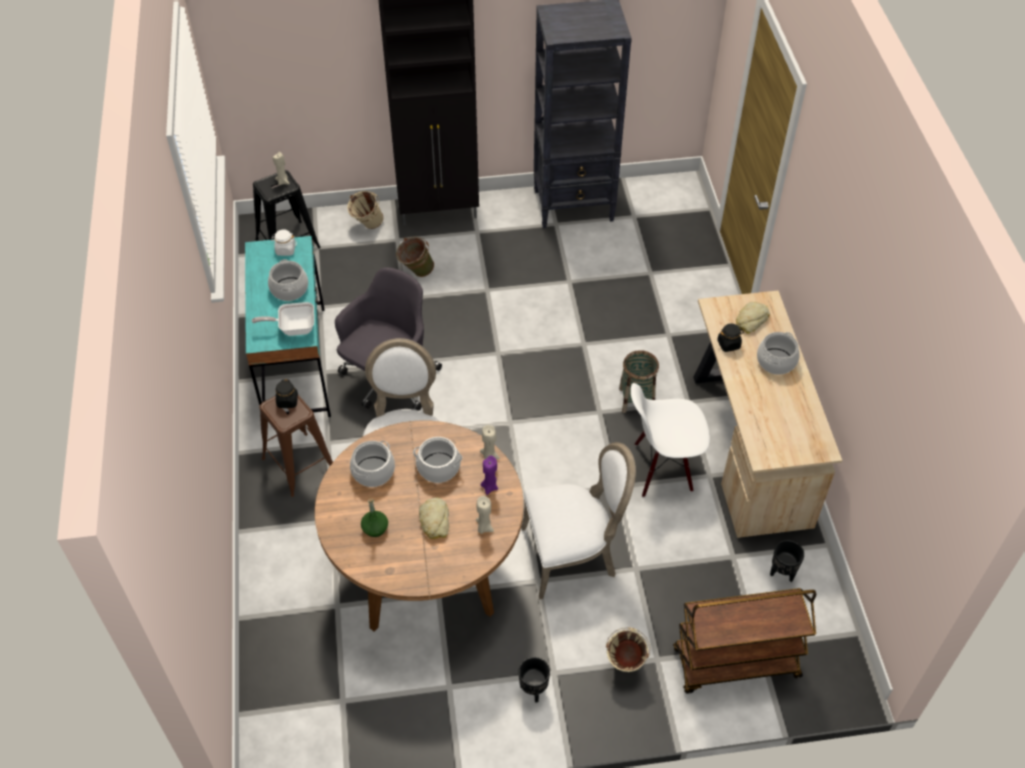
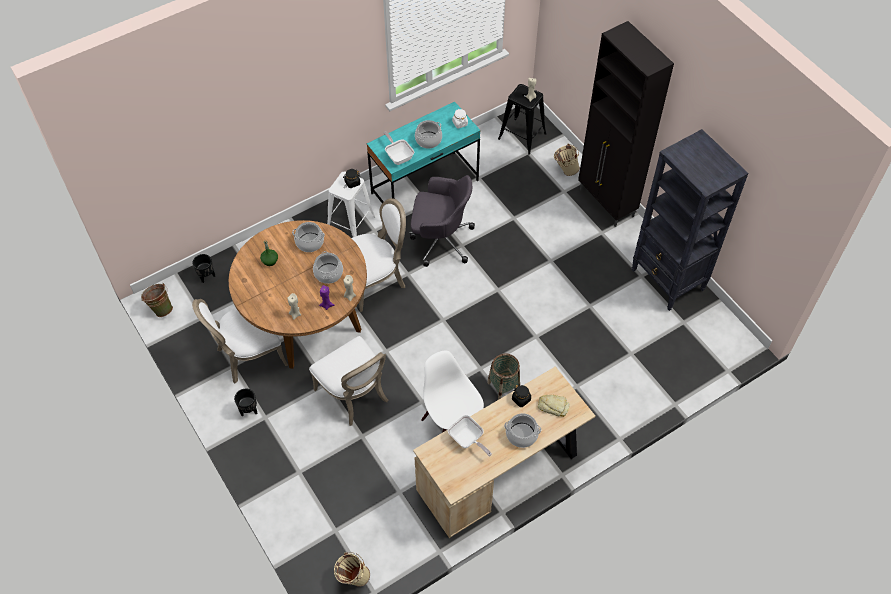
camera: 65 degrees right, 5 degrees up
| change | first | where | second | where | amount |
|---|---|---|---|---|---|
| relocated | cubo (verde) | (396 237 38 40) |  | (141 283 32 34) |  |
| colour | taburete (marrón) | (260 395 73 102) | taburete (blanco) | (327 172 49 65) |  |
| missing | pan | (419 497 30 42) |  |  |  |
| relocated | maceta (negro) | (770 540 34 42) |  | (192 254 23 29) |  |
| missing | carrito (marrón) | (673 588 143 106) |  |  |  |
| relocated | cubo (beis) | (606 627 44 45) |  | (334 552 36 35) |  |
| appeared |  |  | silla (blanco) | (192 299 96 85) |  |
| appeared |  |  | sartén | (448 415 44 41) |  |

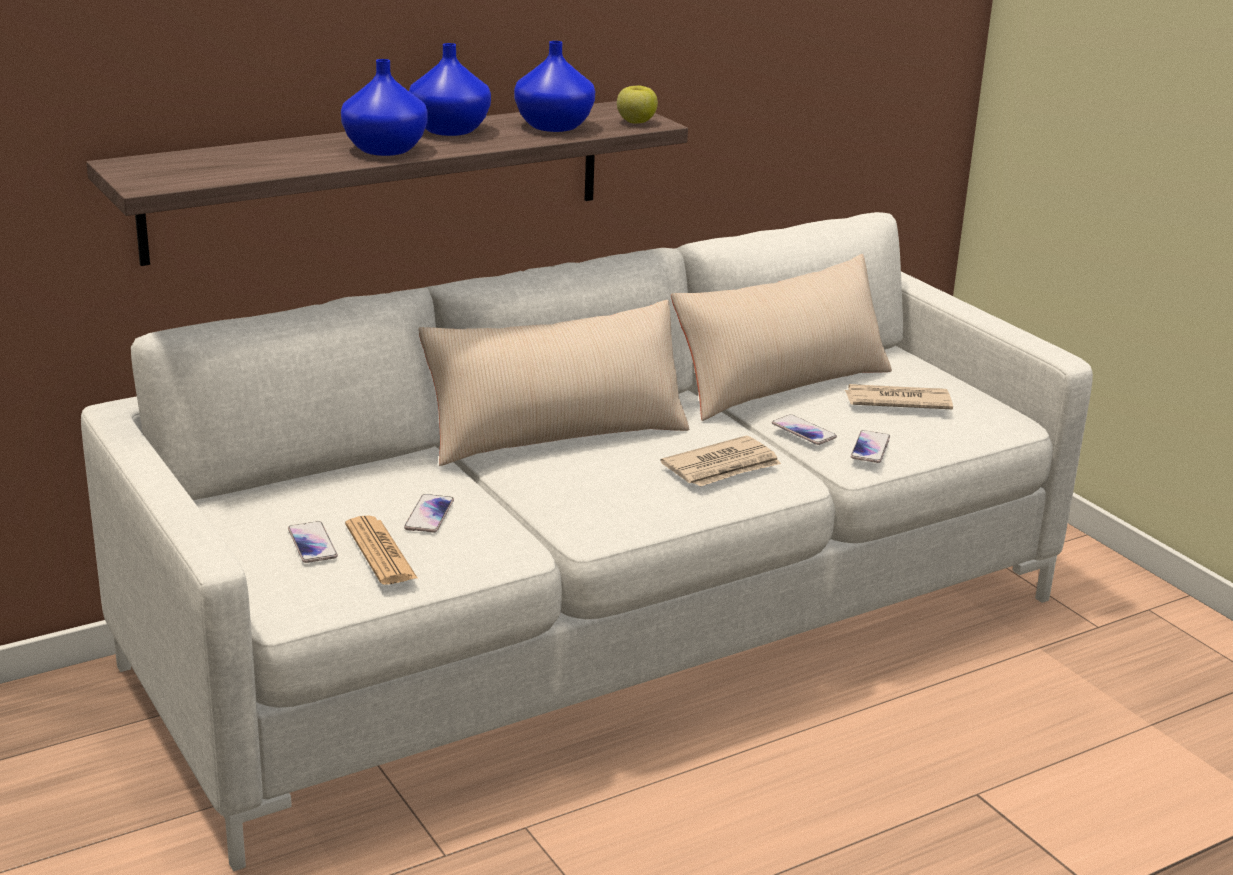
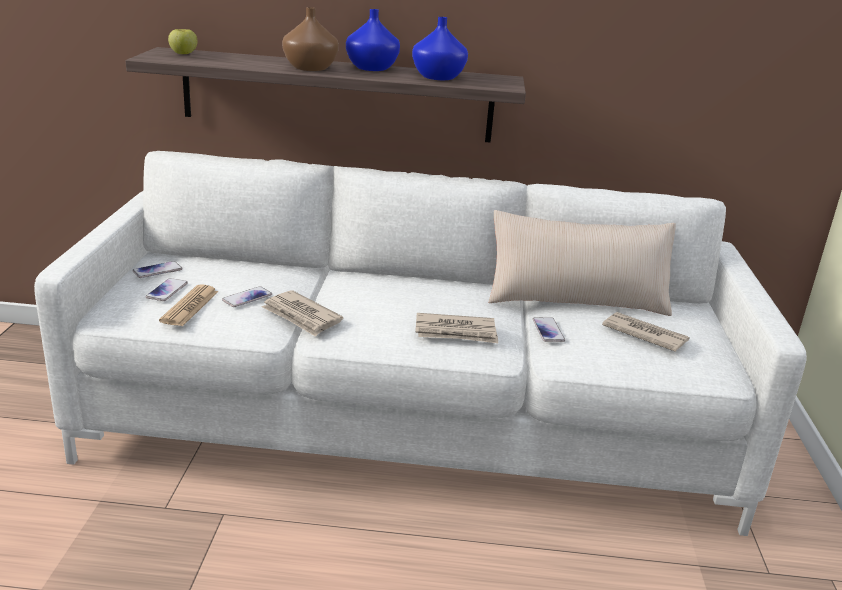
camera: 35 degrees right, 0 degrees up
| change | first | where | second | where | amount |
|---|---|---|---|---|---|
| colour | florero (azul) | (341 59 87 97) | florero (marrón) | (282 7 57 64) |  |
| relocated | manzana | (617 85 41 38) |  | (168 29 30 25) |  |
| missing | cojín (beis) | (418 300 271 166) |  |  |  |
| relocated | móvil | (851 430 39 33) |  | (132 261 50 17) |  |
| appeared |  |  | periódico | (262 290 81 47) |  |

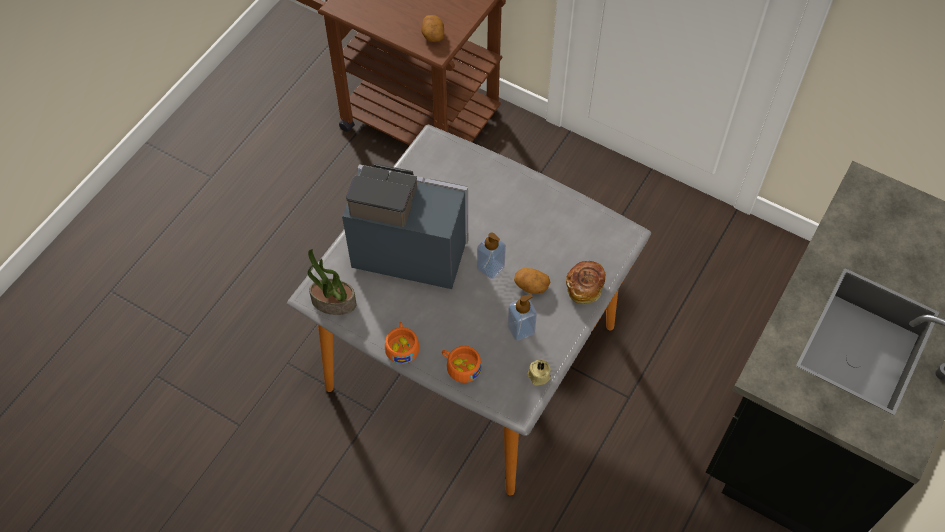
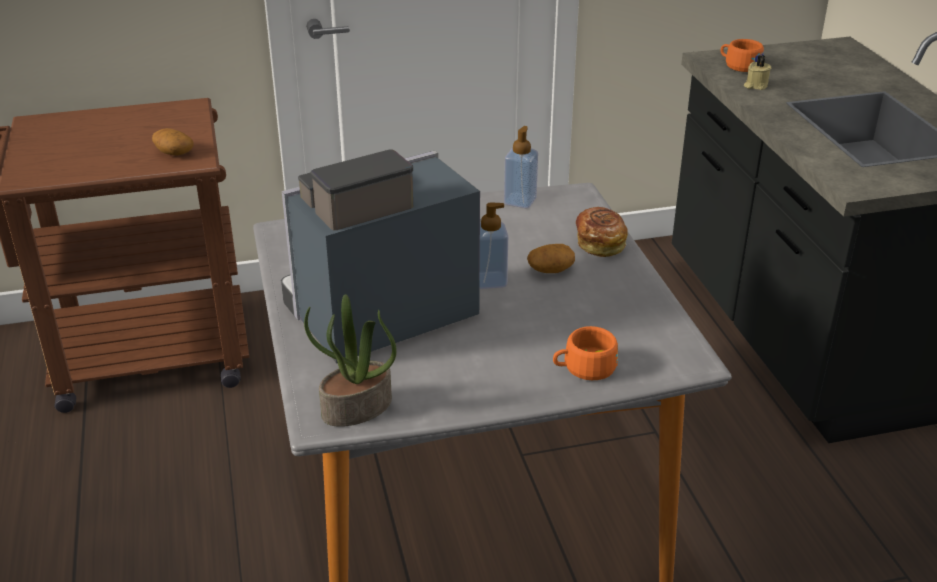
camera: 45 degrees left, 25 degrees down
| change | first | where | second | where | amount |
|---|---|---|---|---|---|
| relocated | dispensador de jabón | (508 294 29 47) |  | (504 126 34 82) |  |
| relocated | taza (naranja) | (385 322 34 42) |  | (721 39 43 33) |  |
| relocated | vela (beis) | (527 360 24 26) |  | (744 55 27 35) |  |

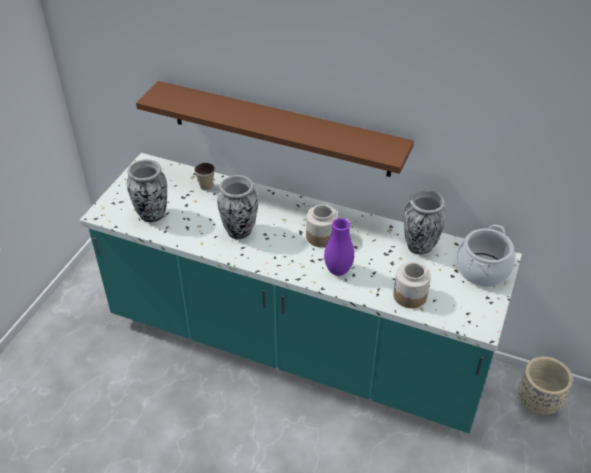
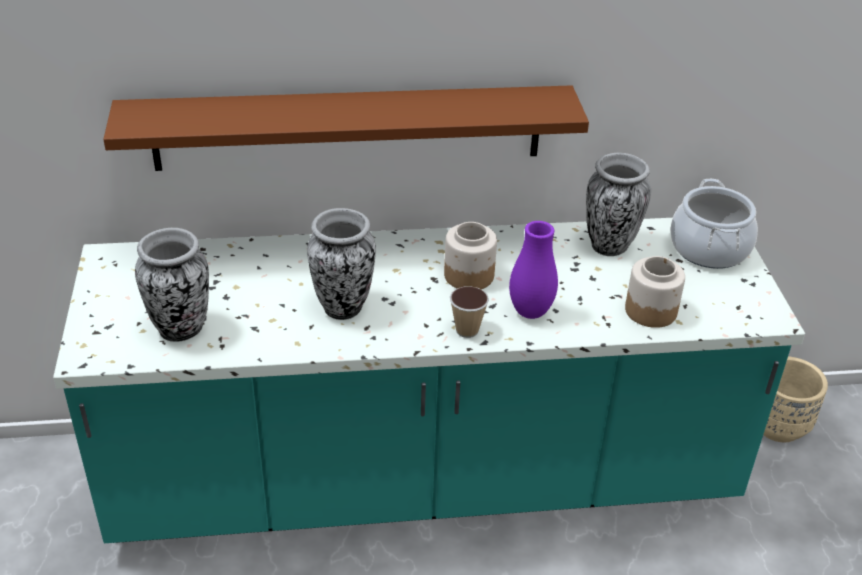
camera: 30 degrees left, 5 degrees down
| change | first | where | second | where | amount |
|---|---|---|---|---|---|
| relocated | taza | (194 163 21 28) |  | (450 286 39 52) |  |

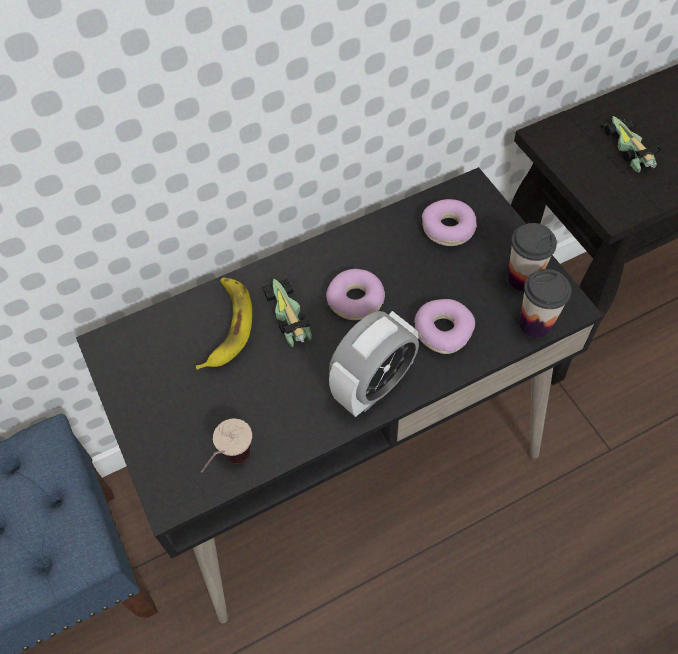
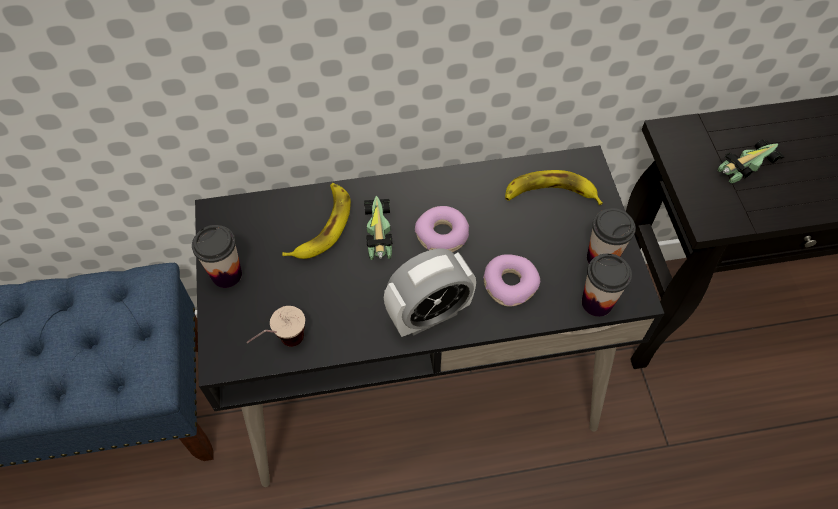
camera: 15 degrees right, 0 degrees up
| change | first | where | second | where | amount |
|---|---|---|---|---|---|
| spun | coche de juguete | (600 116 62 57) |  | (717 139 68 44) | 60 degrees clockwise |
| exchanged | rosquilla | (422 199 55 47) | plátano | (505 170 98 35) |  |
| appeared |  |  | taza | (192 225 50 63) |  |

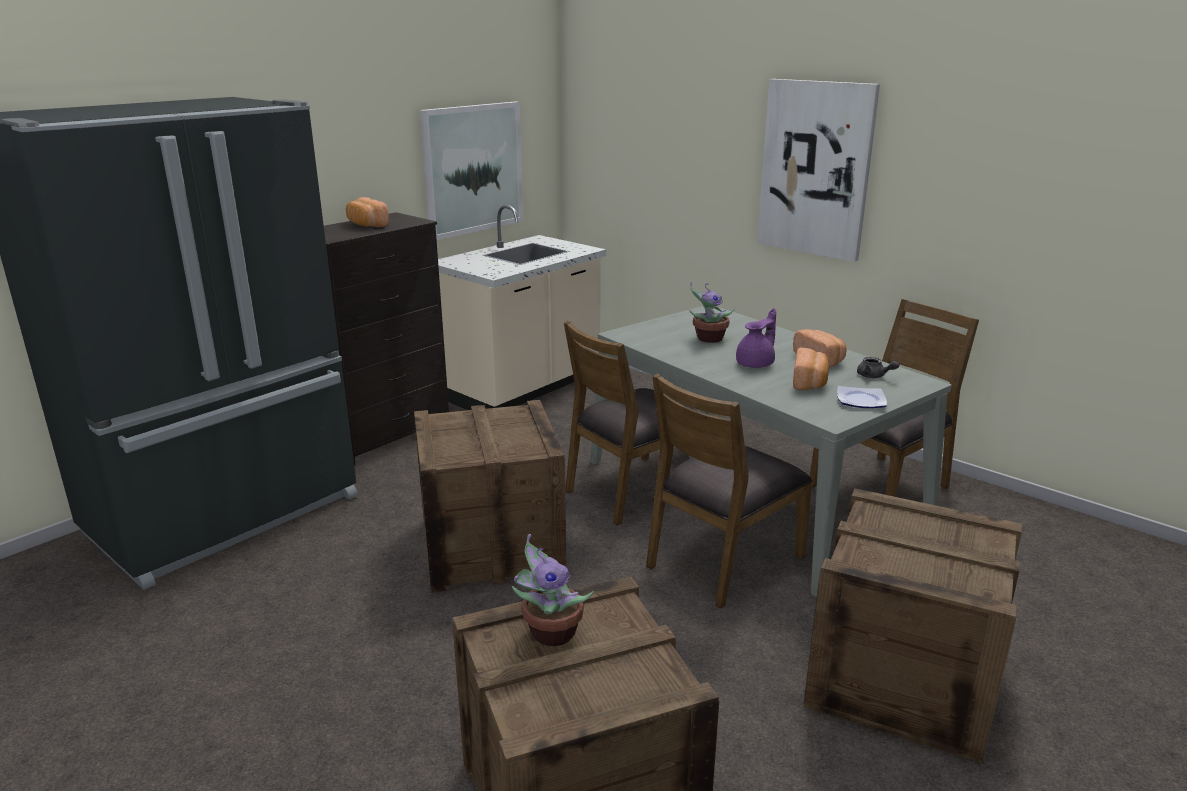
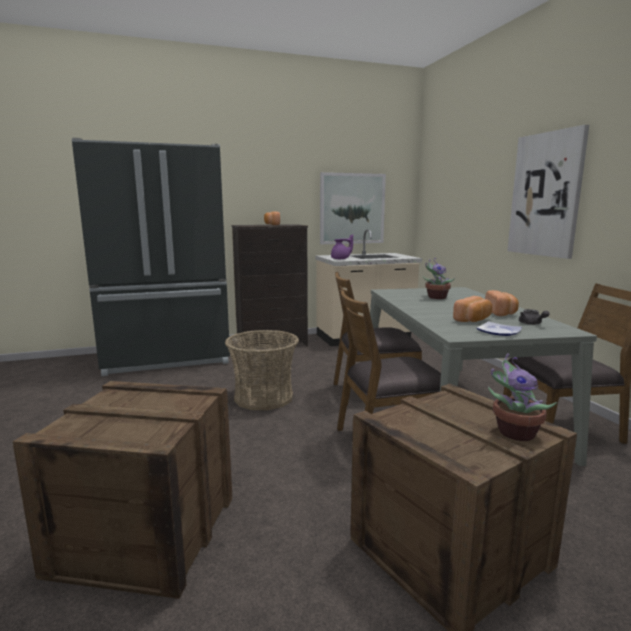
camera: 30 degrees right, 10 degrees down
| change | first | where | second | where | amount |
|---|---|---|---|---|---|
| relocated | tetera (morado) | (736 308 40 60) |  | (331 234 22 25) |  |
| exchanged | caja de embalaje | (414 400 153 193) | cesta | (225 330 74 80) |  |
| relocated | planta en maceta | (512 534 82 112) |  | (488 353 69 88) |  |

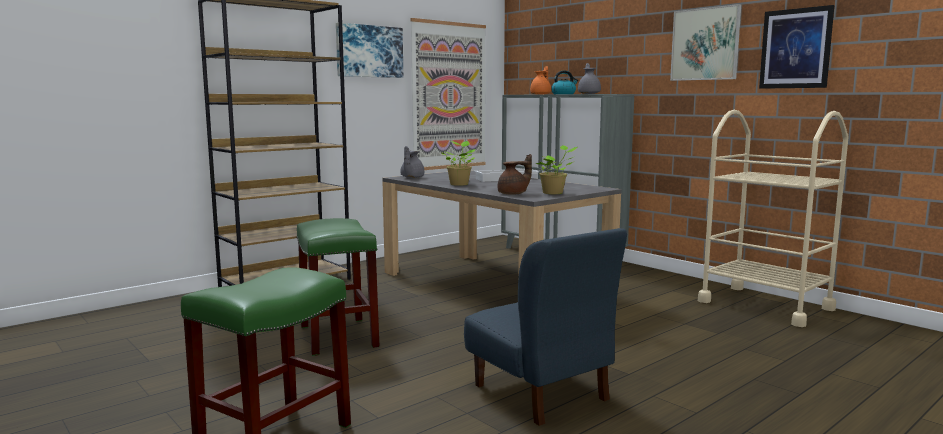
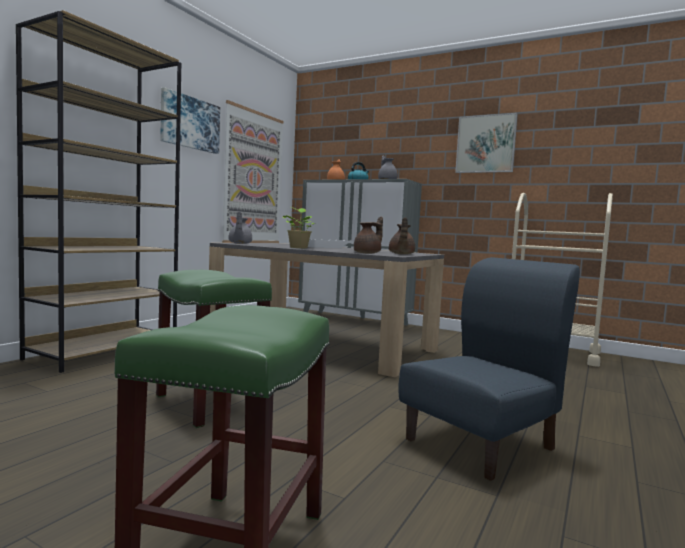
camera: 20 degrees left, 5 degrees down
| change | first | where | second | where | amount |
|---|---|---|---|---|---|
| missing | cuadro | (759 5 76 84) |  |  |  |
| exchanged | planta en maceta | (536 145 41 49) | tetera (marrón) | (389 217 26 37) |  |
| spun | silla (azul) | (464 228 163 198) |  | (398 257 182 224) | 75 degrees counterclockwise |

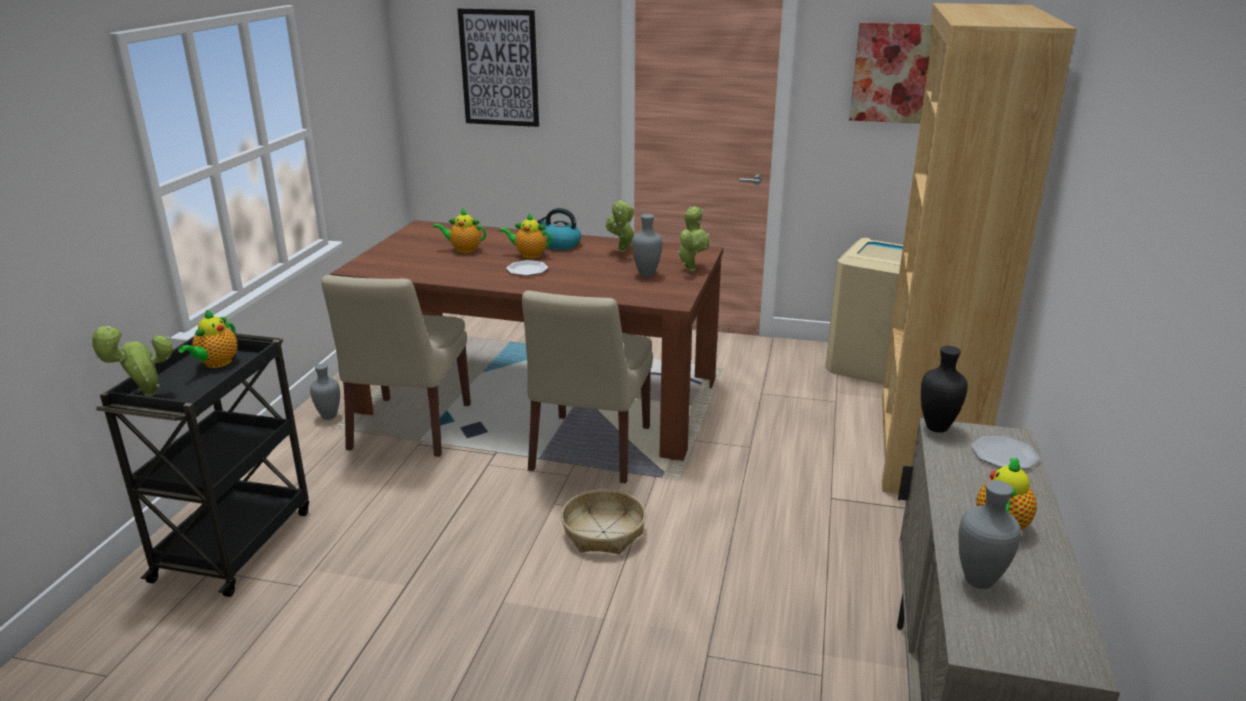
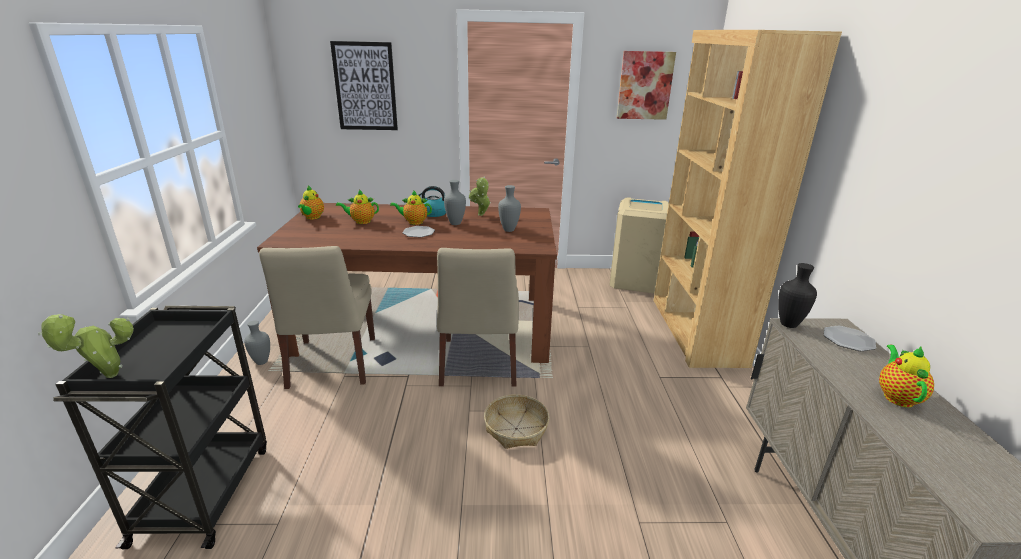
camera: 15 degrees left, 0 degrees up
| change | first | where | second | where | amount |
|---|---|---|---|---|---|
| missing | planta en maceta | (677 206 33 65) |  |  |  |
| relocated | tetera | (178 310 60 58) |  | (298 185 26 34) |  |
| relocated | florero (gris) | (958 480 63 109) |  | (444 180 22 45) |  |

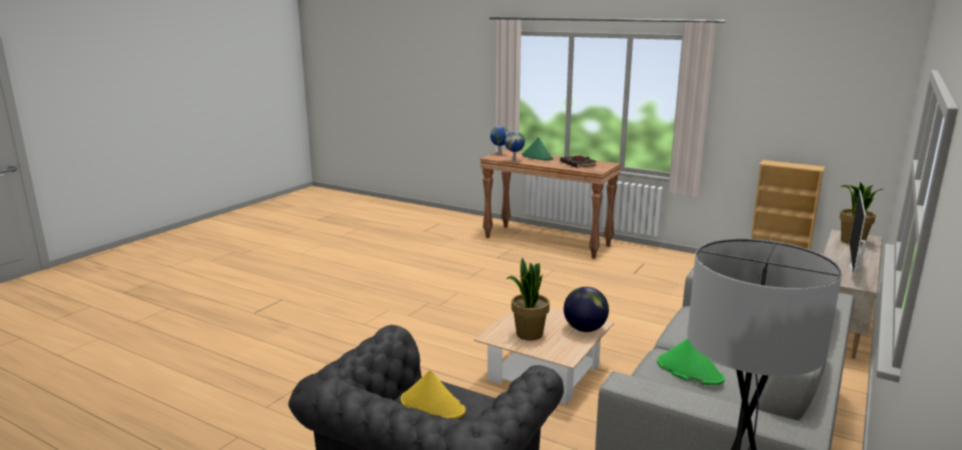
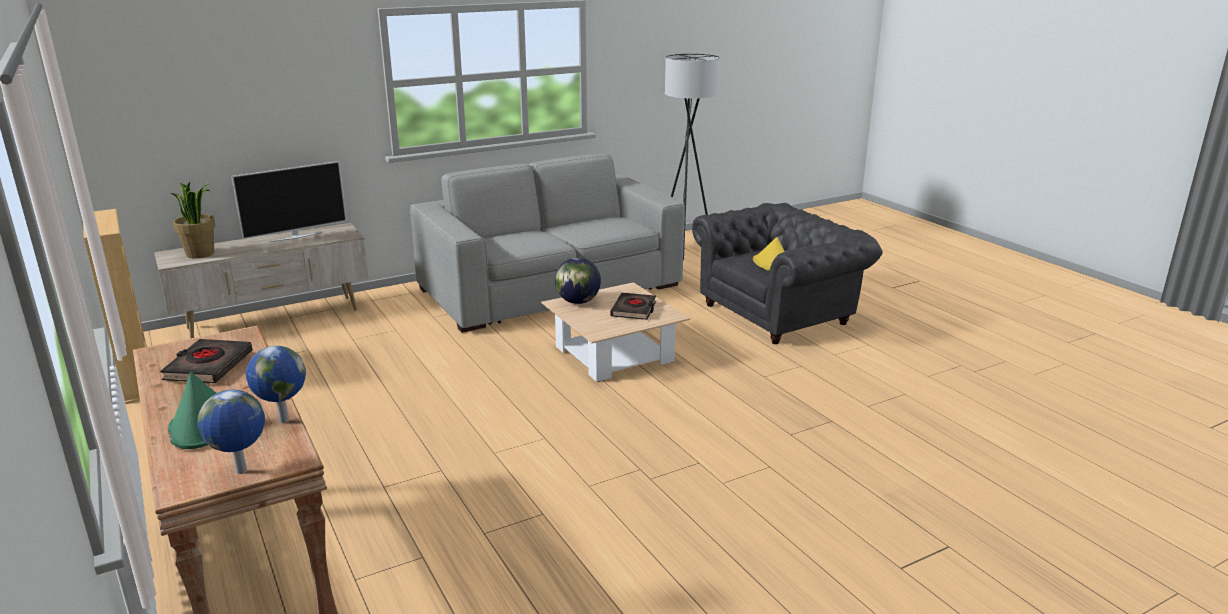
camera: 150 degrees left, 5 degrees up
| change | first | where | second | where | amount |
|---|---|---|---|---|---|
| exchanged | planta en maceta | (506 257 44 84) | libro (negro) | (610 293 46 27) |  |
| missing | sombrero (verde) | (657 338 68 47) |  |  |  |

